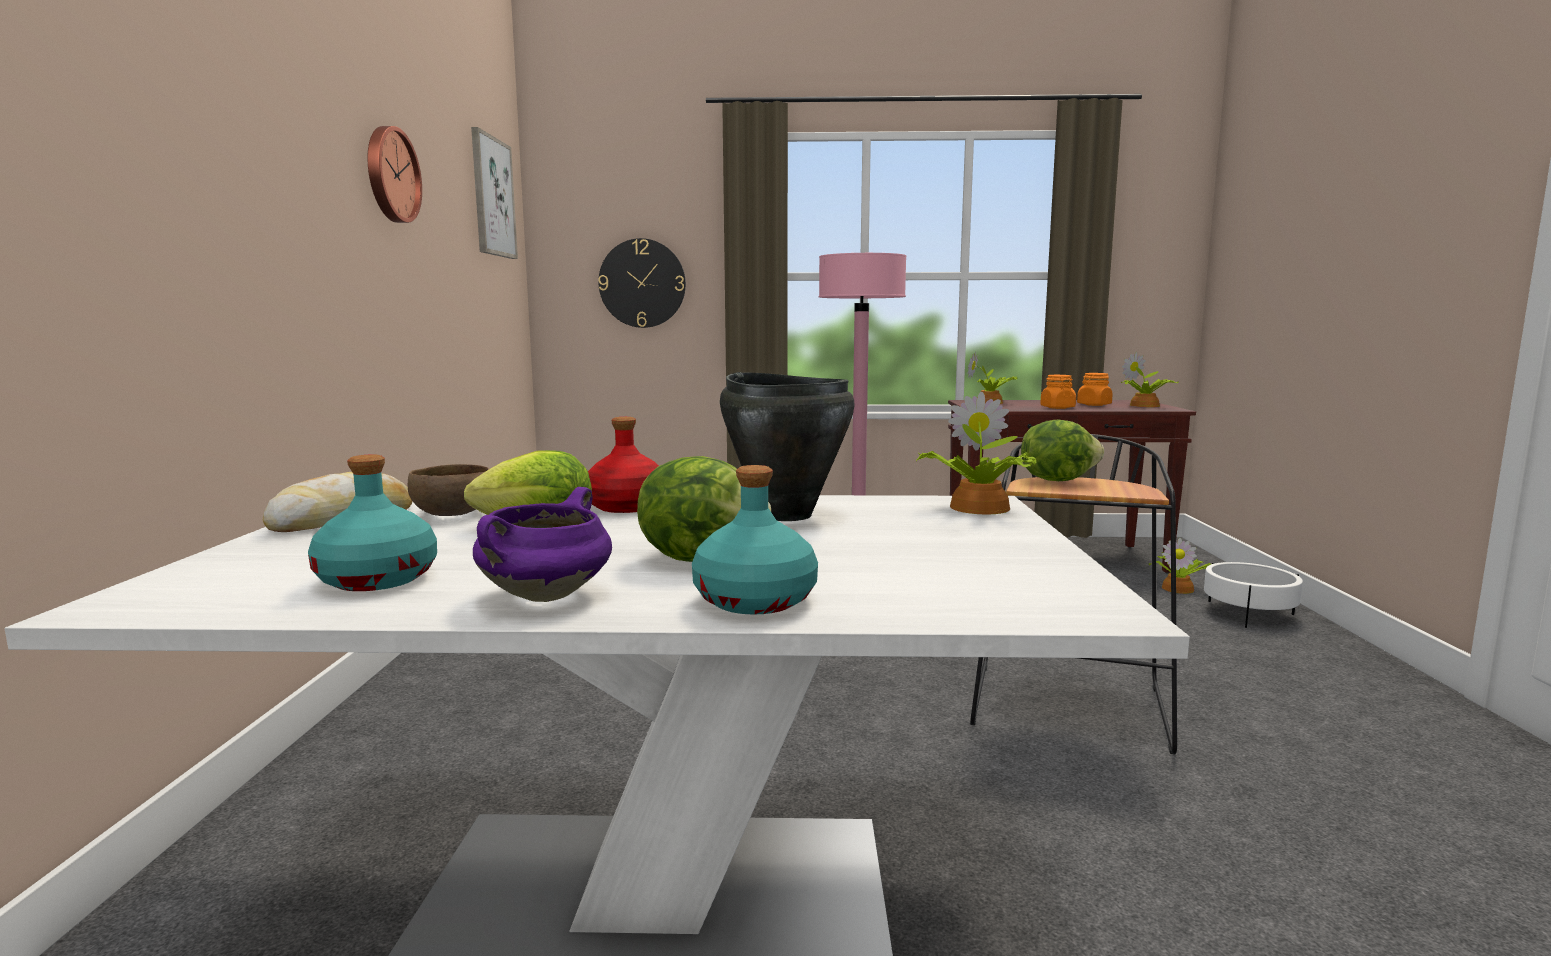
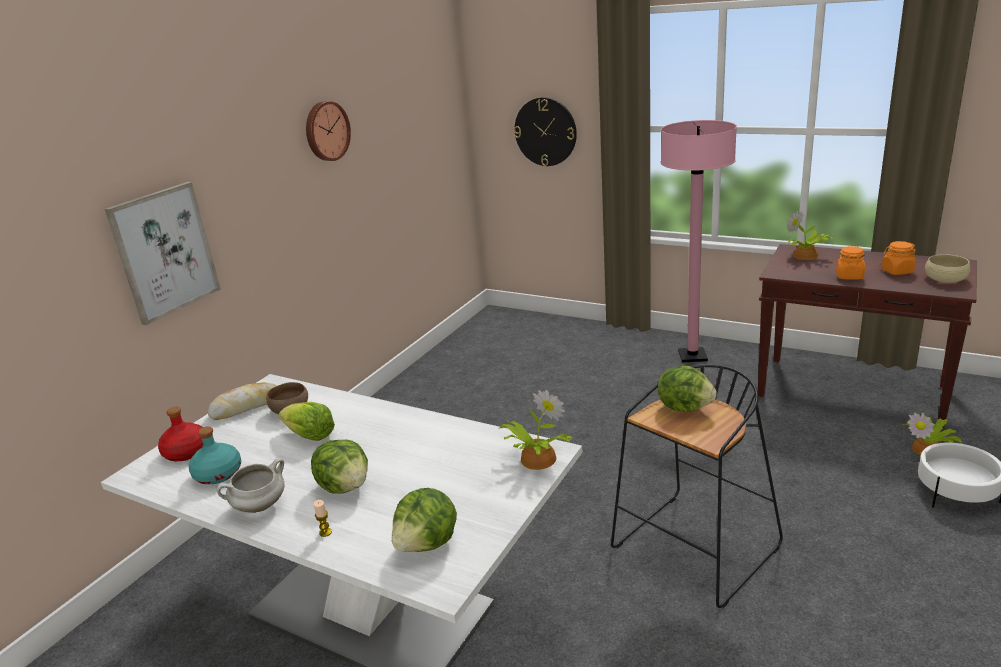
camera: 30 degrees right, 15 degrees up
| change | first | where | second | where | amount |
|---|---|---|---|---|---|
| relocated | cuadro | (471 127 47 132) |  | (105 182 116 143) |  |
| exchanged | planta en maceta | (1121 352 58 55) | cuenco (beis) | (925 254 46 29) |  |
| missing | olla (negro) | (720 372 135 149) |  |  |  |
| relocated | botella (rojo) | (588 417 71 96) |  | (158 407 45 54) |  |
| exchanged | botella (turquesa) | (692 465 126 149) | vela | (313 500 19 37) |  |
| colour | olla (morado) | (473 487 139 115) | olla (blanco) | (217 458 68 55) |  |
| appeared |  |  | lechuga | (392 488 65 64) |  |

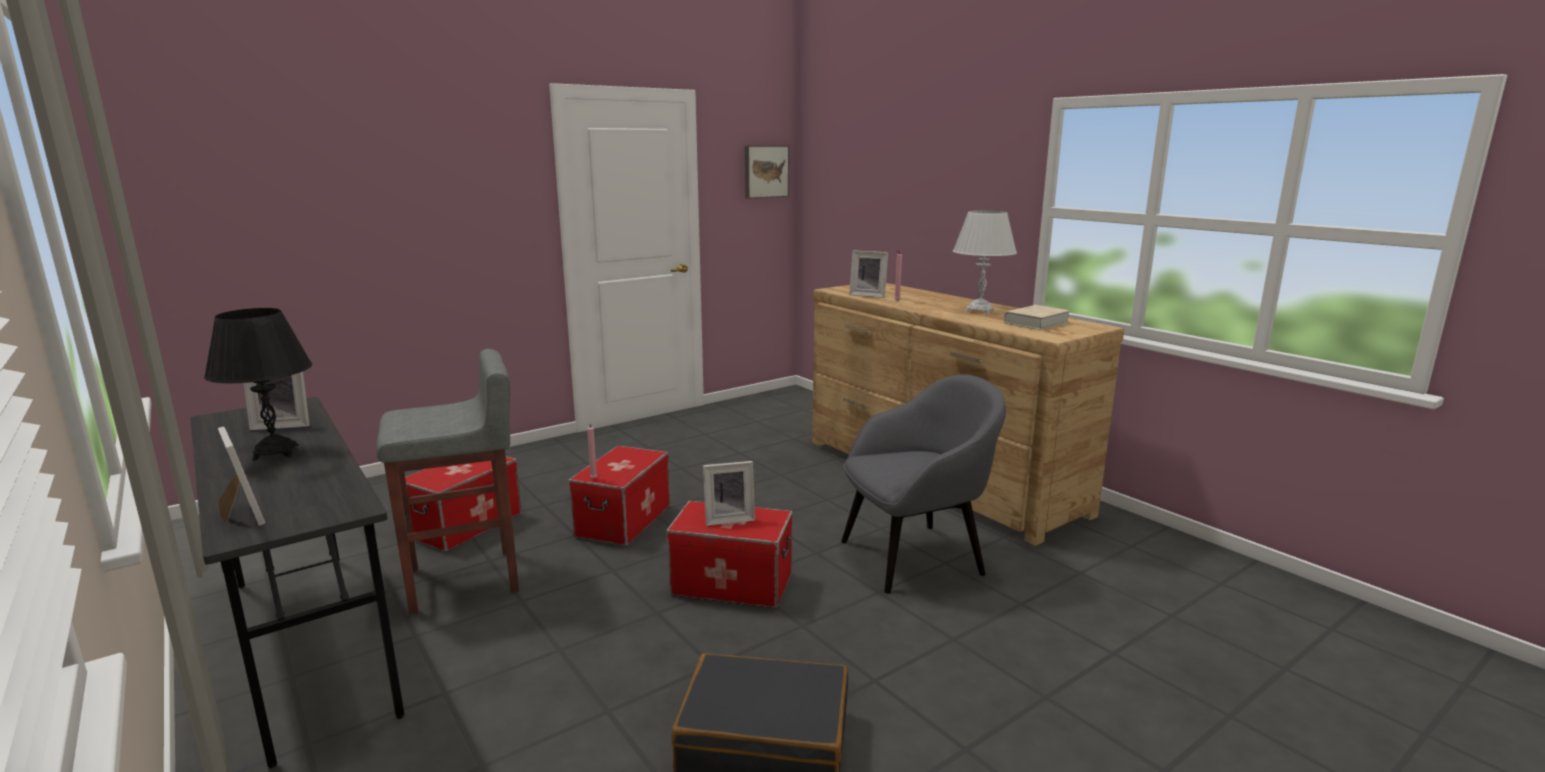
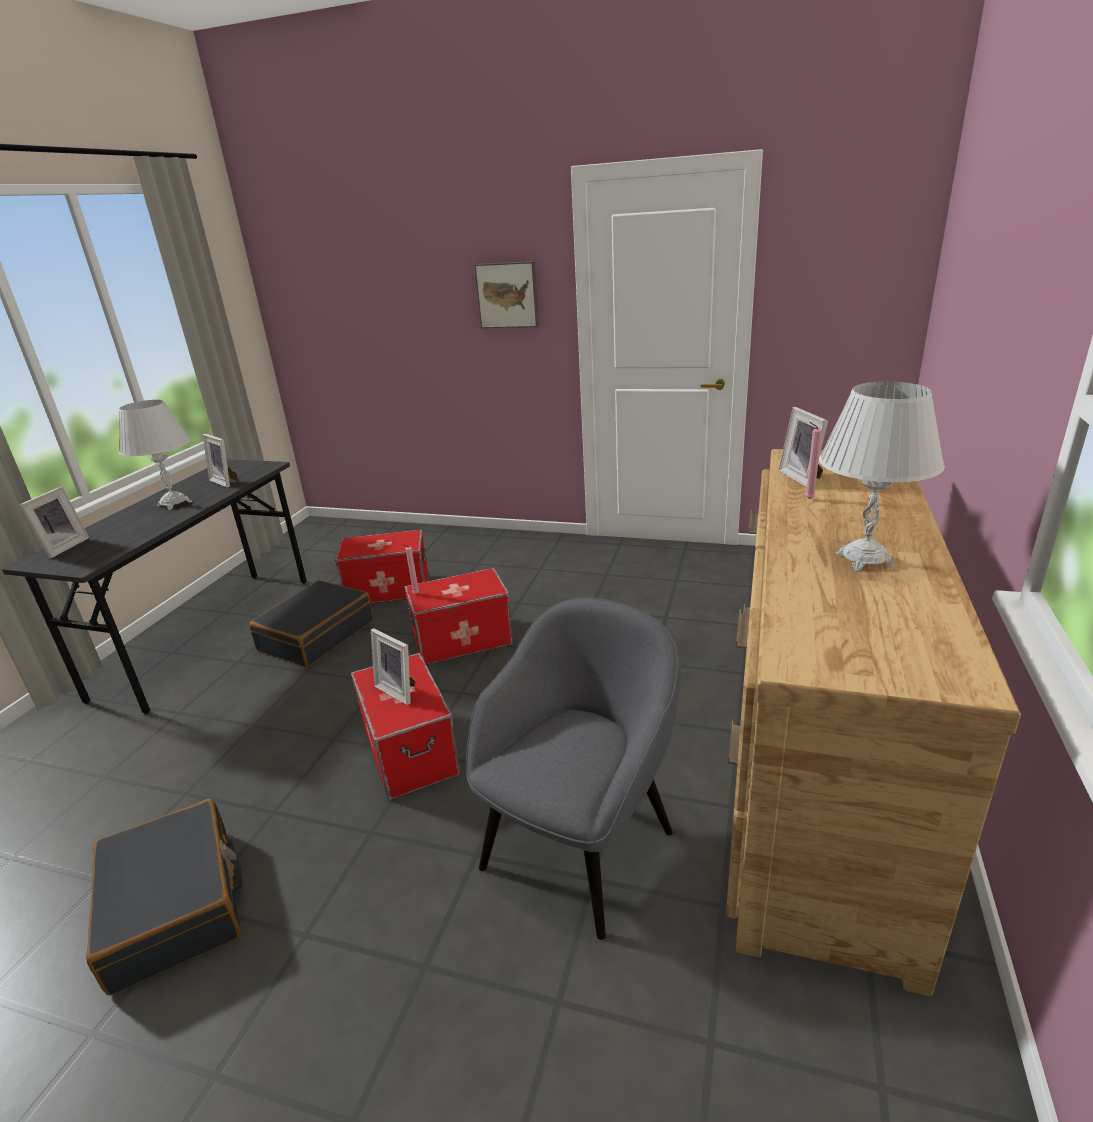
camera: 55 degrees right, 10 degrees up
| change | first | where | second | where | amount |
|---|---|---|---|---|---|
| relocated | cuadro | (745 146 44 53) |  | (474 261 65 67) |  |
| missing | libro (beis) | (1004 305 66 25) |  |  |  |
| colour | lámpara de mesa (negro) | (204 308 108 153) | lámpara de mesa (blanco) | (119 400 73 110) |  |
| exchanged | taburete (gris) | (376 349 143 265) | maleta (negro) | (249 580 124 88) |  |
| spun | sillón (gris) | (841 374 165 220) |  | (466 597 215 343) | 90 degrees counterclockwise |

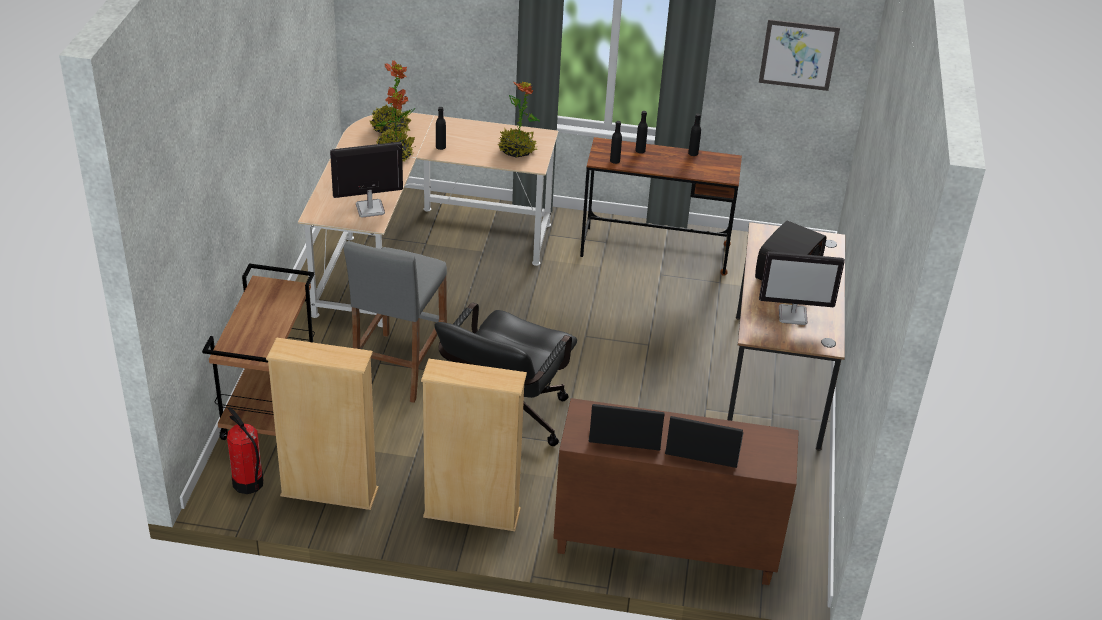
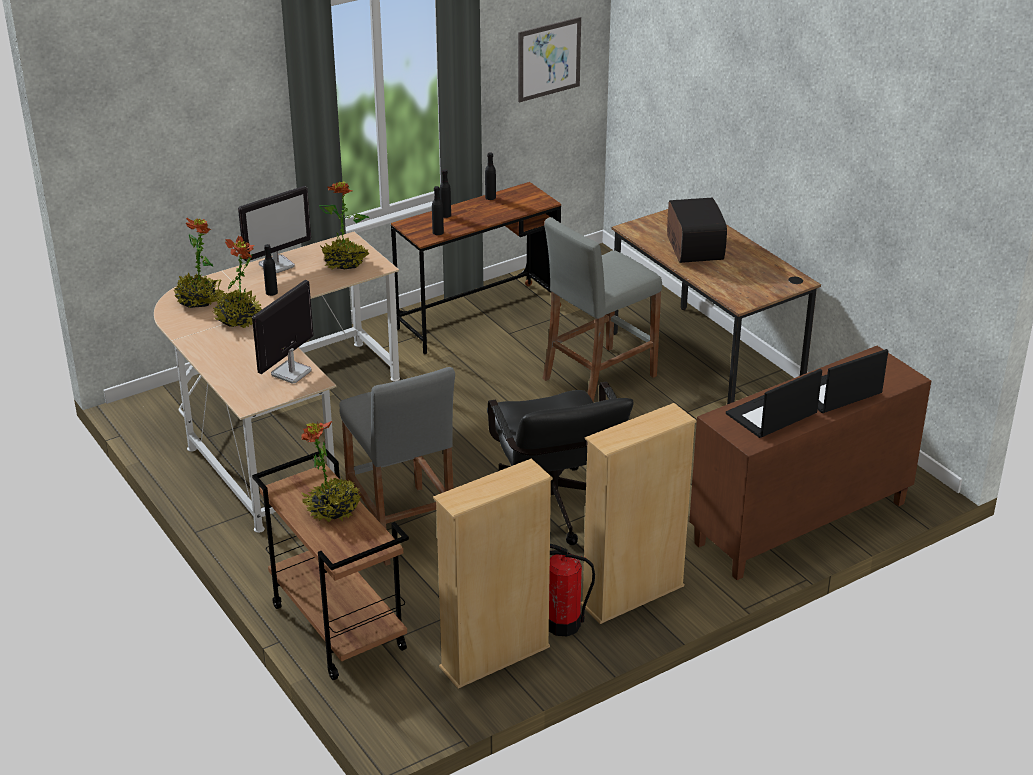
camera: 40 degrees left, 5 degrees down
| change | first | where | second | where | amount |
|---|---|---|---|---|---|
| relocated | monitor | (759 251 86 74) |  | (238 186 73 87) |  |
| relocated | extintor | (227 407 36 87) |  | (549 544 46 92) |  |
| appeared |  |  | taburete (gris) | (542 217 120 185) |  |
| appeared |  |  | planta en maceta | (301 421 60 101) |  |

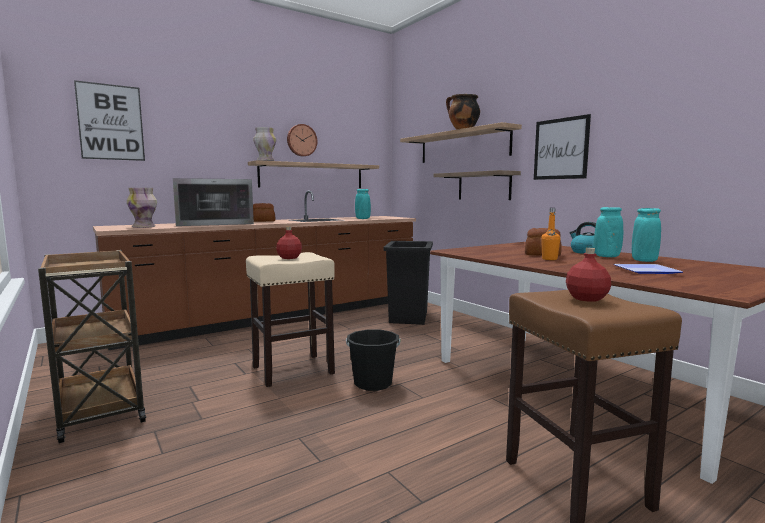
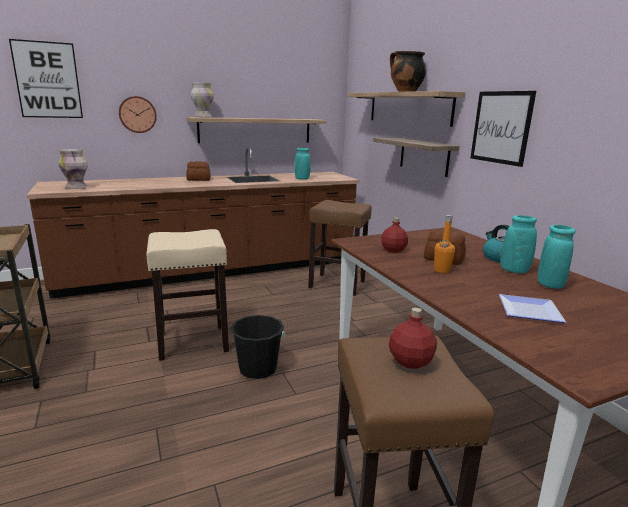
camera: 10 degrees right, 10 degrees up
| change | first | where | second | where | amount |
|---|---|---|---|---|---|
| relocated | reloj de pared | (287 124 30 32) |  | (119 96 38 37) |  |
| missing | microondas | (173 178 81 48) |  |  |  |
| relocated | botella (rojo) | (276 227 26 32) |  | (381 217 27 36) |  |
| exchanged | papelera (negro) | (383 241 50 84) | taburete (marrón) | (308 200 64 96) |  |

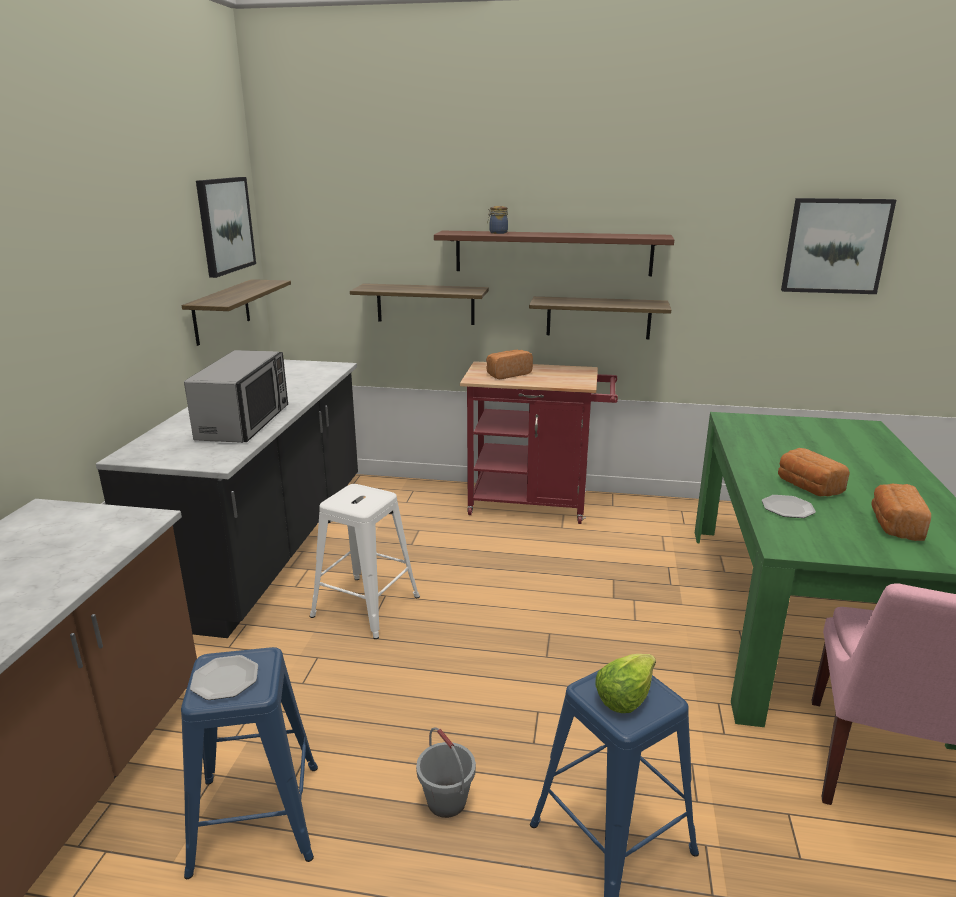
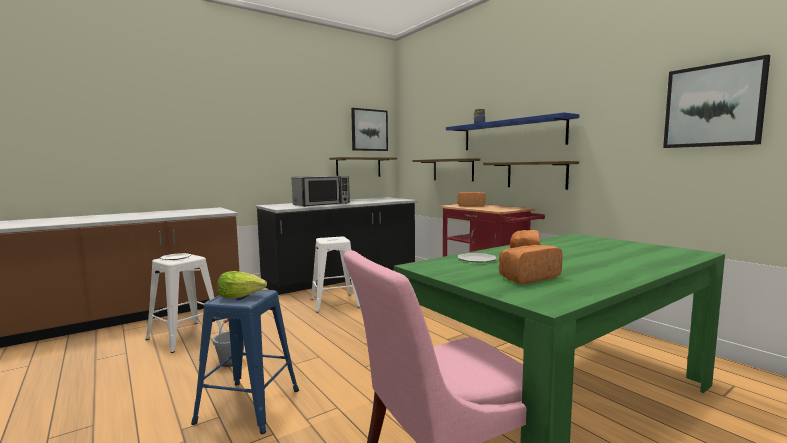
camera: 45 degrees right, 15 degrees down
| change | first | where | second | where | amount |
|---|---|---|---|---|---|
| colour | estante (marrón) | (434 231 240 45) | estante (azul) | (446 112 133 38) |  |
| colour | taburete (azul) | (181 647 137 232) | taburete (blanco) | (145 254 79 99) |  |

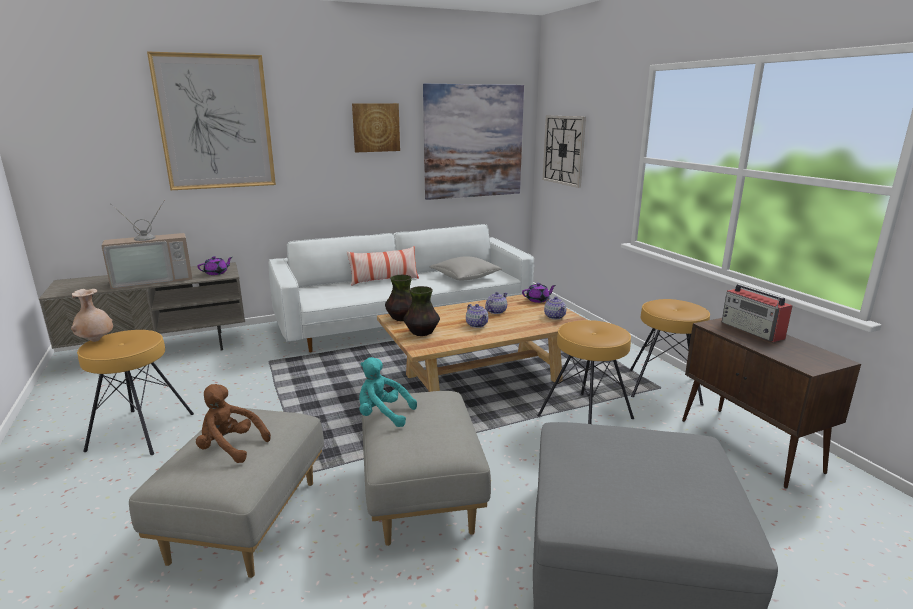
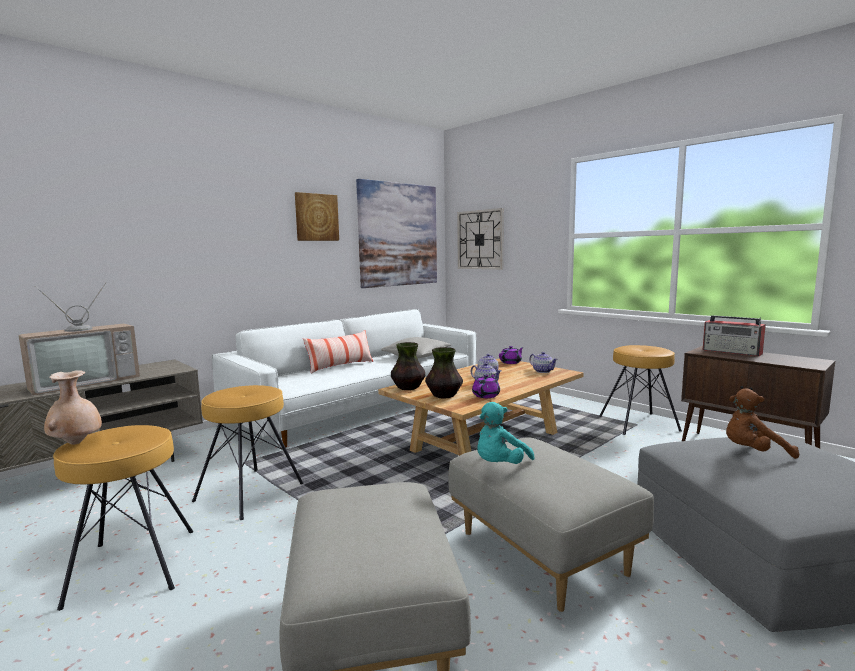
camera: 20 degrees left, 10 degrees down
| change | first | where | second | where | amount |
|---|---|---|---|---|---|
| missing | cuadro | (147 51 129 139) |  |  |  |
| relocated | tetera (morado) | (198 256 34 19) |  | (472 374 28 24) |  |
| relocated | taburete (marrón) | (537 320 97 104) |  | (192 385 112 135) |  |
| spun | peluche (turquesa) | (359 357 58 70) |  | (477 402 58 62) | 45 degrees counterclockwise |
| relocated | peluche (marrón) | (196 384 75 79) |  | (726 389 73 70) |  |

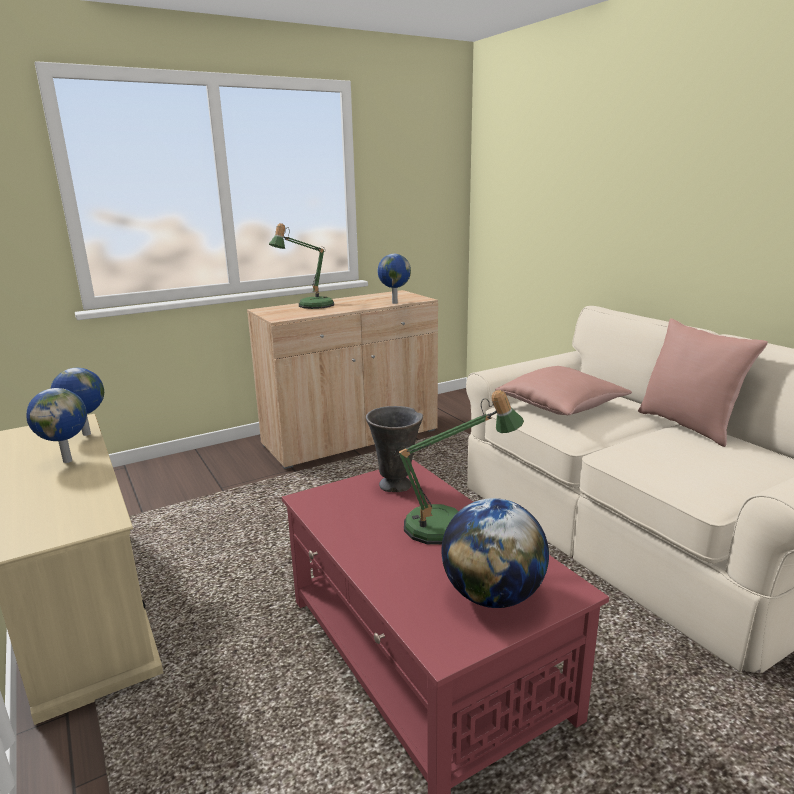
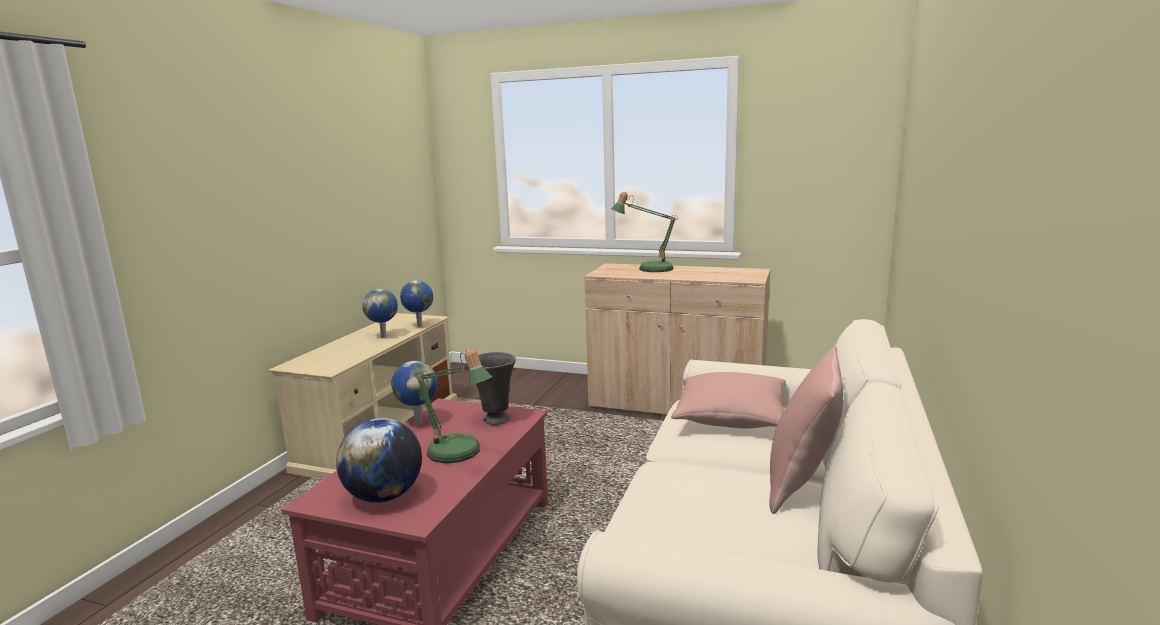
camera: 50 degrees right, 5 degrees down
| change | first | where | second | where | amount |
|---|---|---|---|---|---|
| relocated | globo terráqueo | (377 254 34 50) |  | (391 361 47 64) |  |

